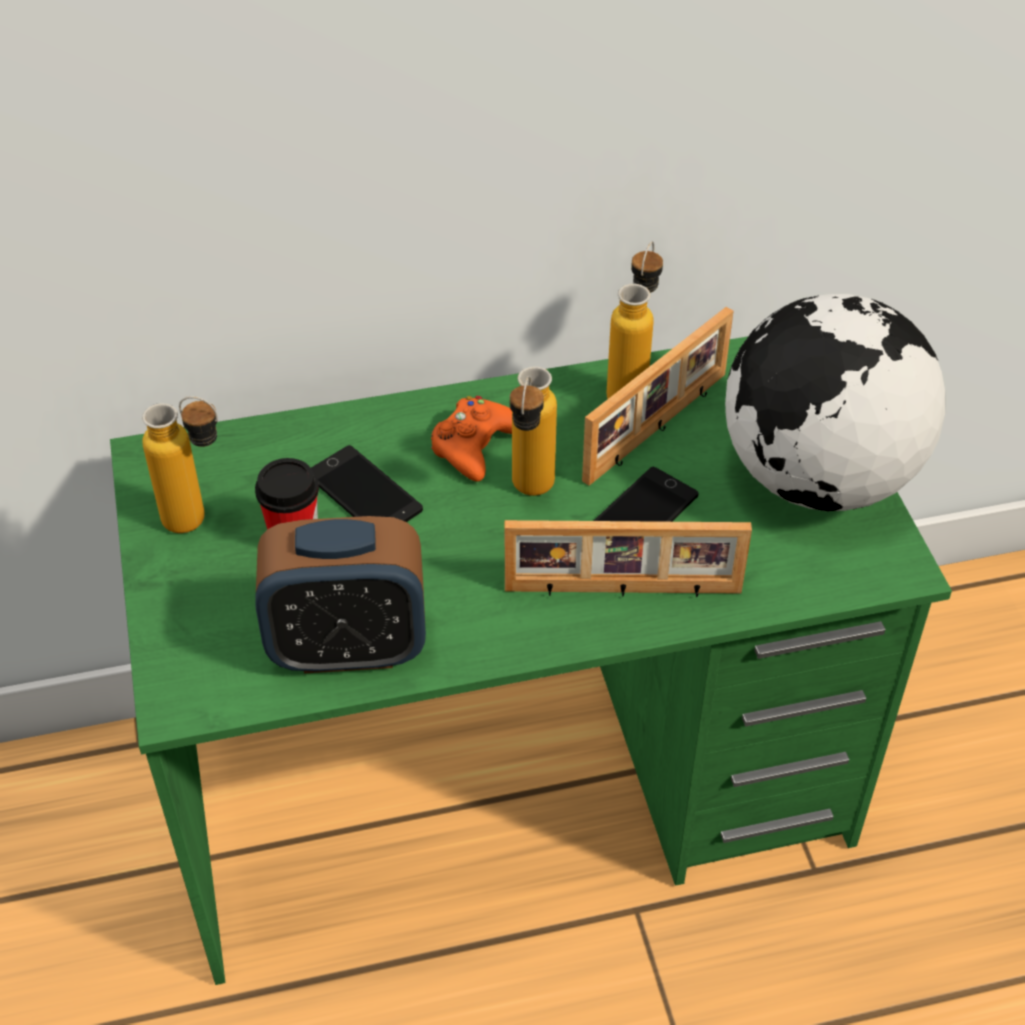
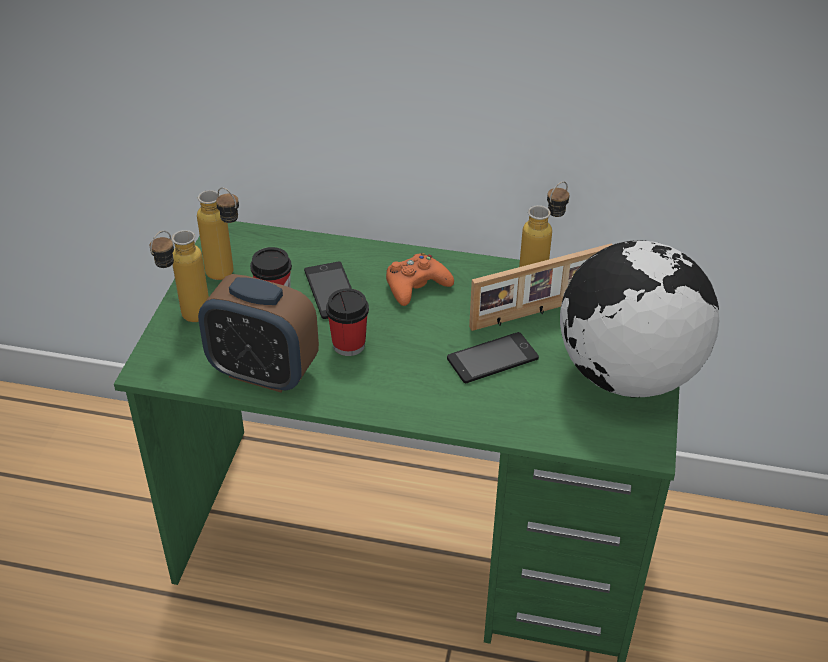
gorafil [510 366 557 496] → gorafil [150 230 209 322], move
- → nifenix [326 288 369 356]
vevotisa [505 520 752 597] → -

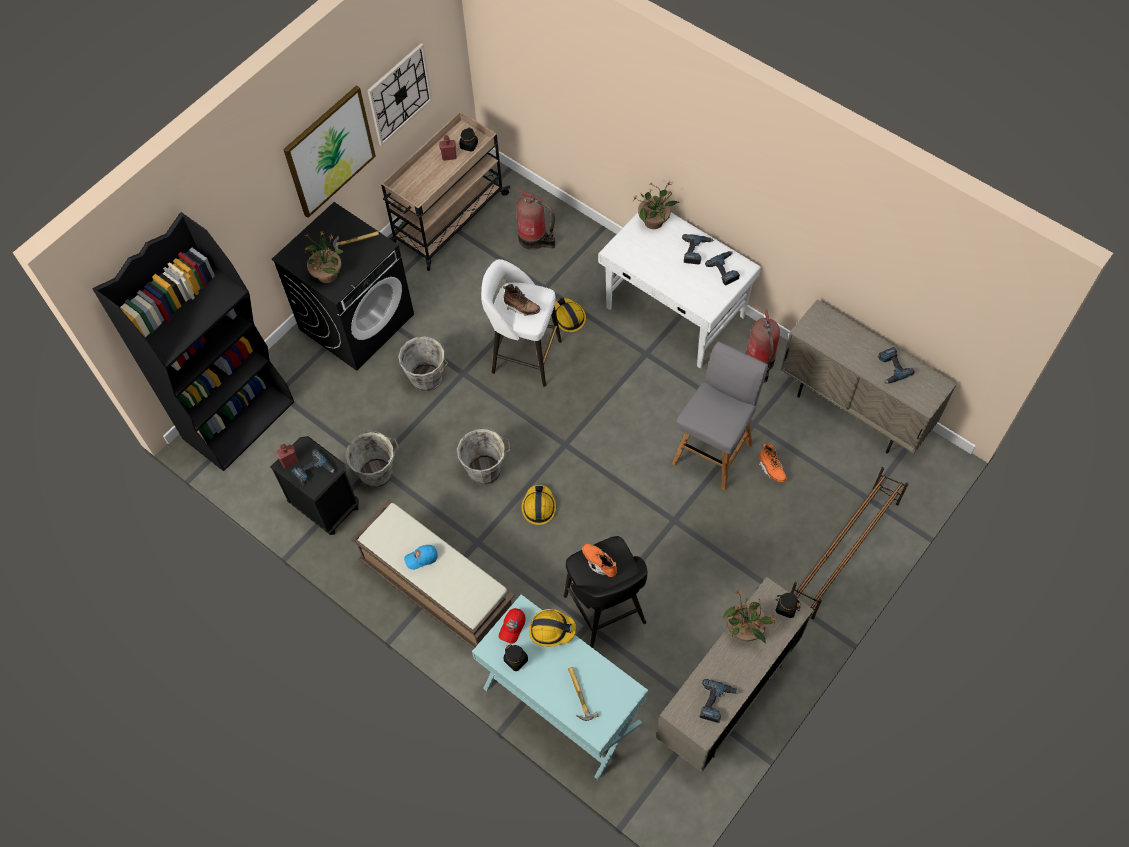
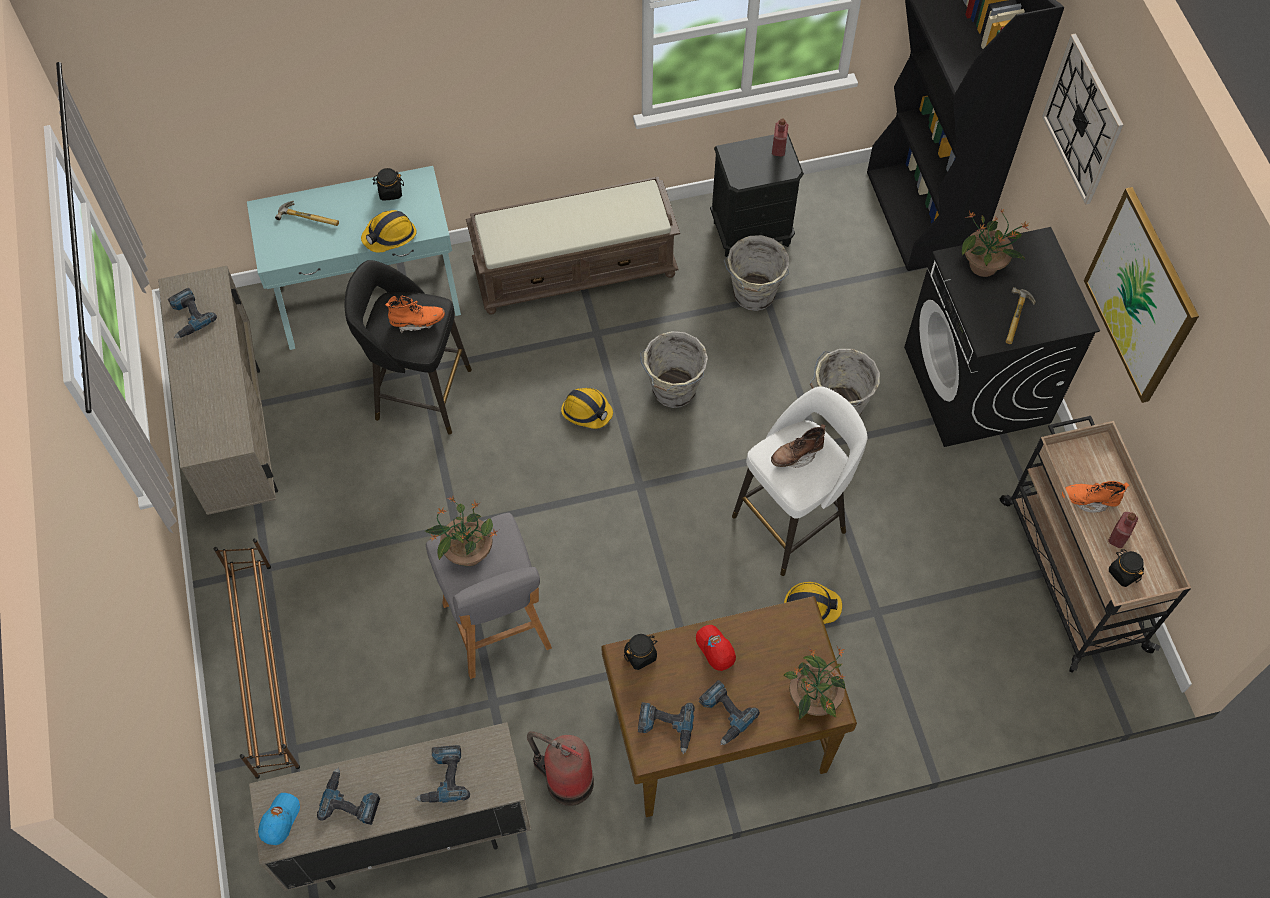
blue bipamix [404 545 438 570] → blue bipamix [258 793 300 845], move
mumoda [291 449 335 486] → mumoda [415 745 470 803], move
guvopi [723 589 776 644] → guvopi [425 497 499 566], move
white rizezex [598 212 761 369] → brown rizezex [601 596 857 817]
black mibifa [776 593 800 618] → black mibifa [624 634 658 670], move
red bipamix [499 608 526 644] → red bipamix [696 625 736 671], move
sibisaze [367 43 432 146] → sibisaze [1042 33 1124 205], move
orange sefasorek [759 444 787 483] → orange sefasorek [1062 481 1130 513], move
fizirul [517 189 555 250] → -

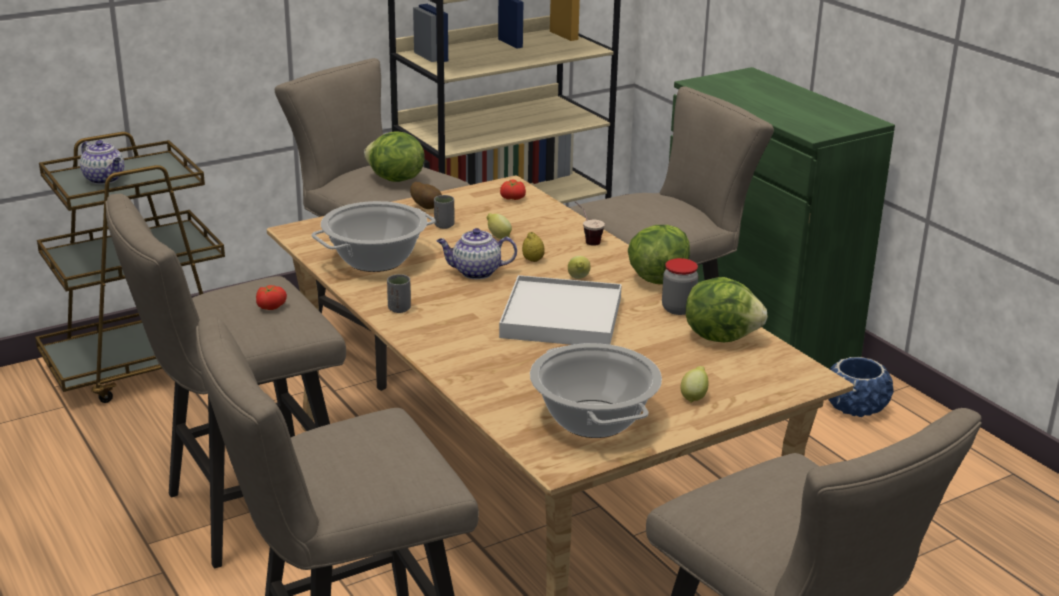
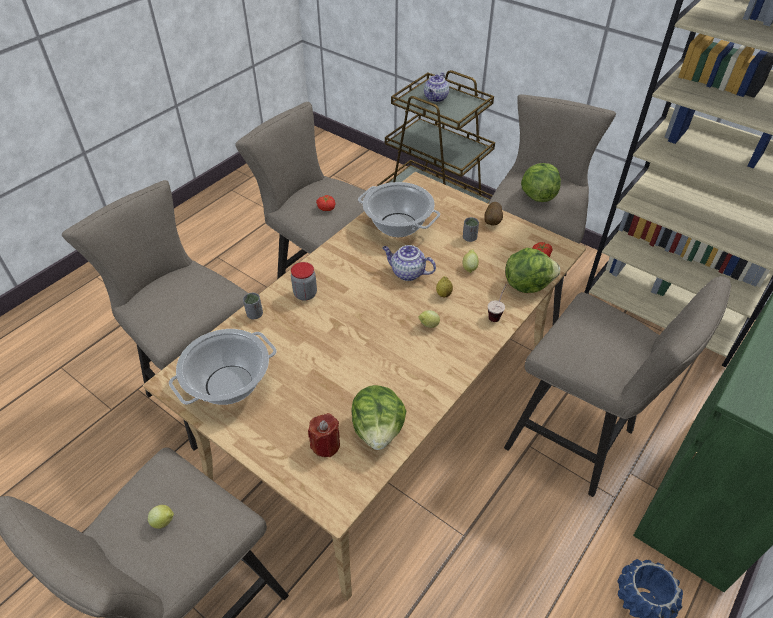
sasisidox [680 366 709 403] → sasisidox [148 505 174 529], move
grey nifenix [387 274 411 313] → grey nifenix [243 293 263 319], move
mibifa [662 258 698 315] → mibifa [291 262 317 301], move
- → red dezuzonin [308 413 340 457]
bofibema [437 228 517 279] → bofibema [382 245 436 281], 45 degrees counterclockwise
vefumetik [628 225 690 284] → vefumetik [505 248 560 293], move
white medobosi [499 275 622 345] → -

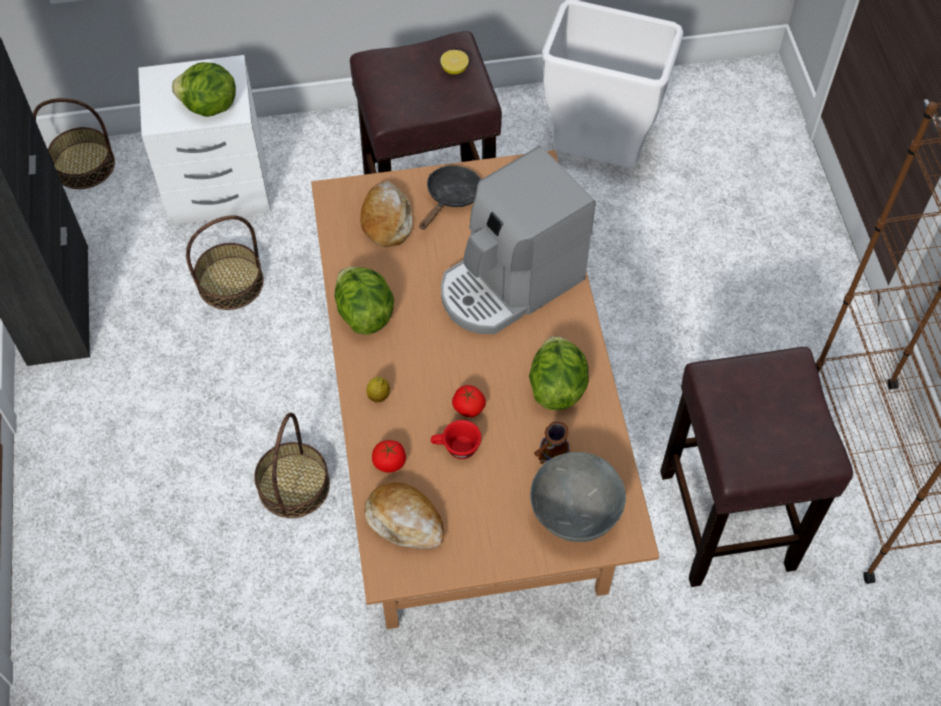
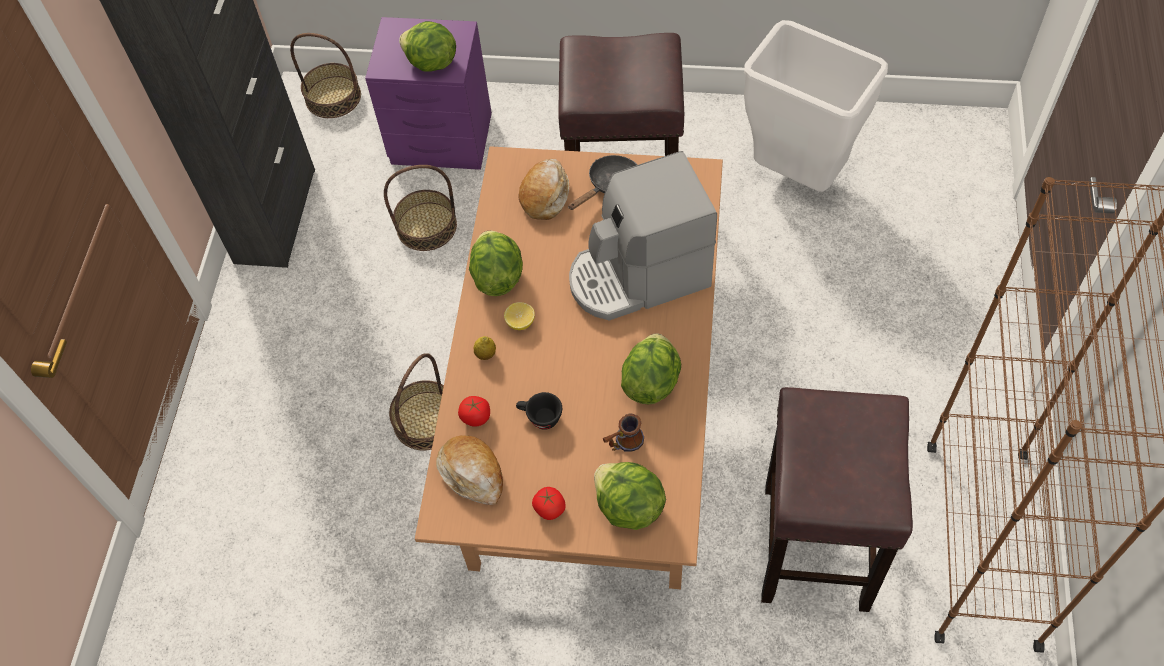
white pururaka [138 55 271 225] → purple pururaka [365 17 492 170]
sasisidox [440 50 469 74] → sasisidox [504 302 535 330], move
red nifenix [431 420 481 459] → black nifenix [516 392 562 430]
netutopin [452 385 486 417] → netutopin [532 487 566 520], move
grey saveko [530 452 626 542] → vefumetik [594 462 666 530]

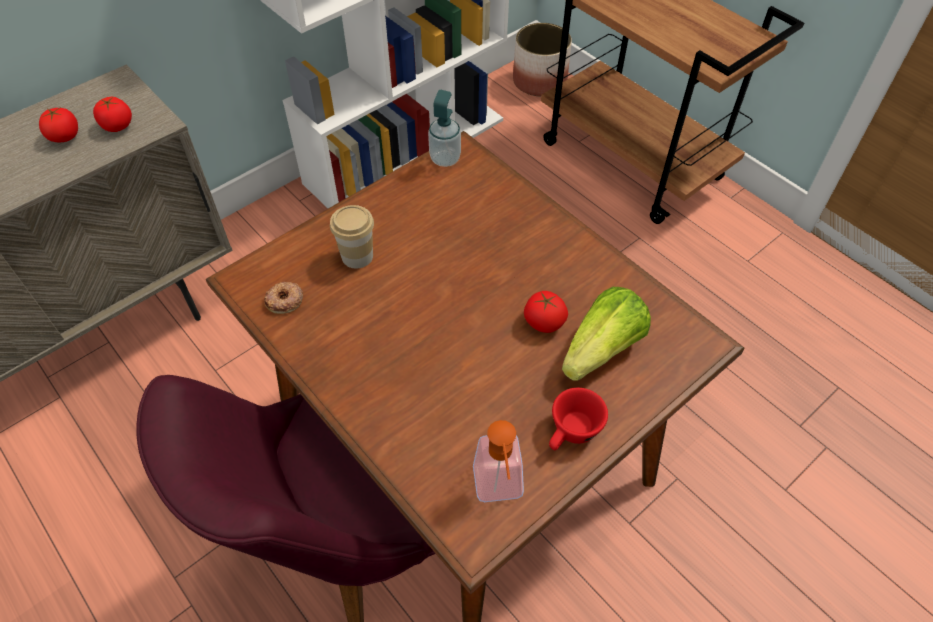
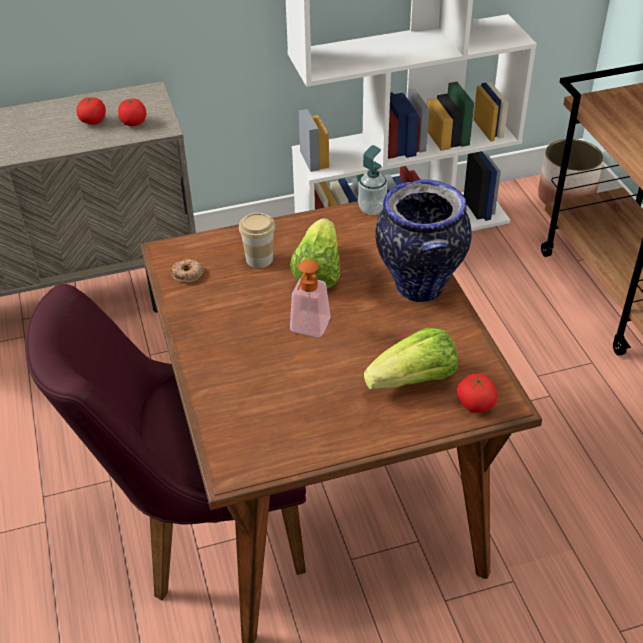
- → vefumetik [290 218 340 289]
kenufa [473 420 524 502] → kenufa [290 260 331 337], move
- → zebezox [375 180 472 302]
netutopin [524 291 568 333] → netutopin [457 374 497 413], move
red nifenix [549 388 608 450] → -

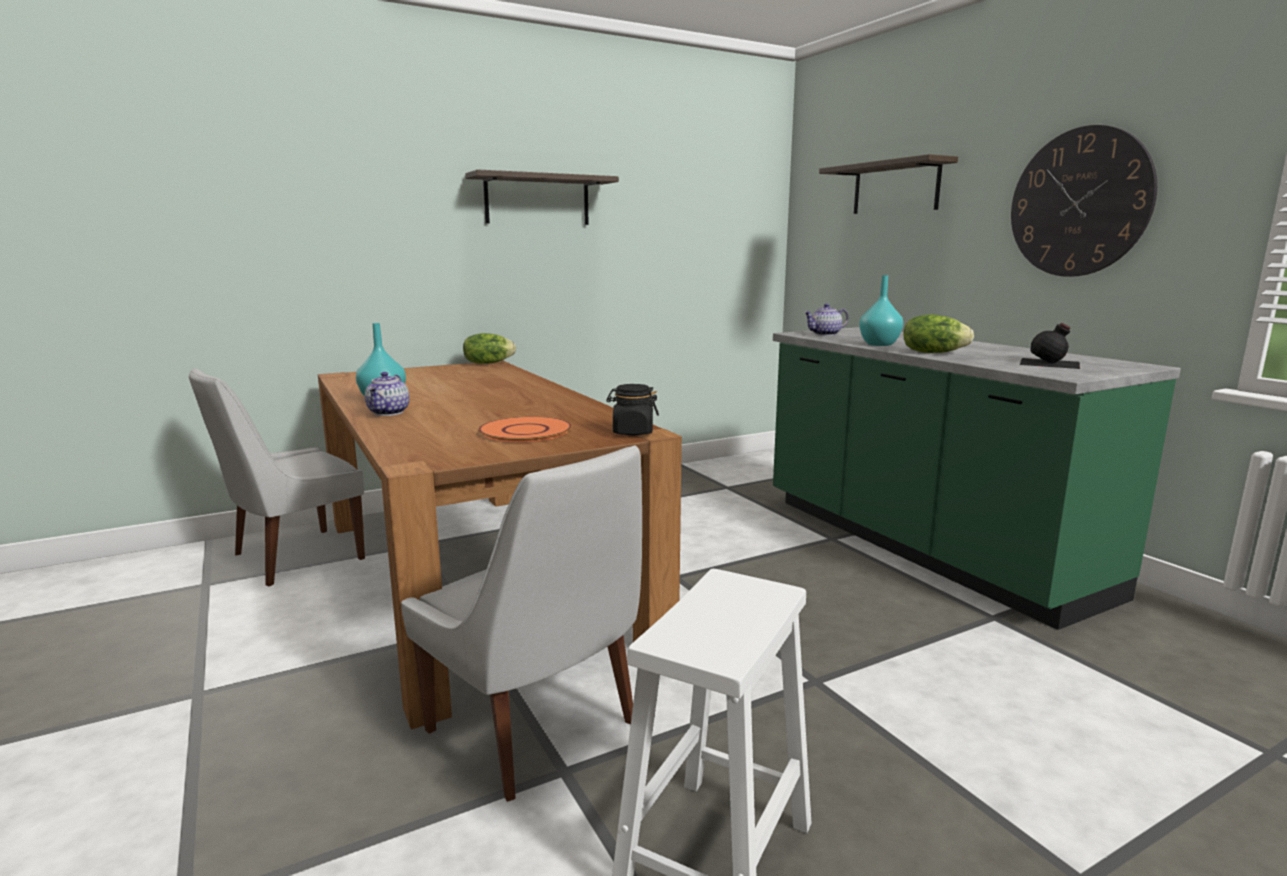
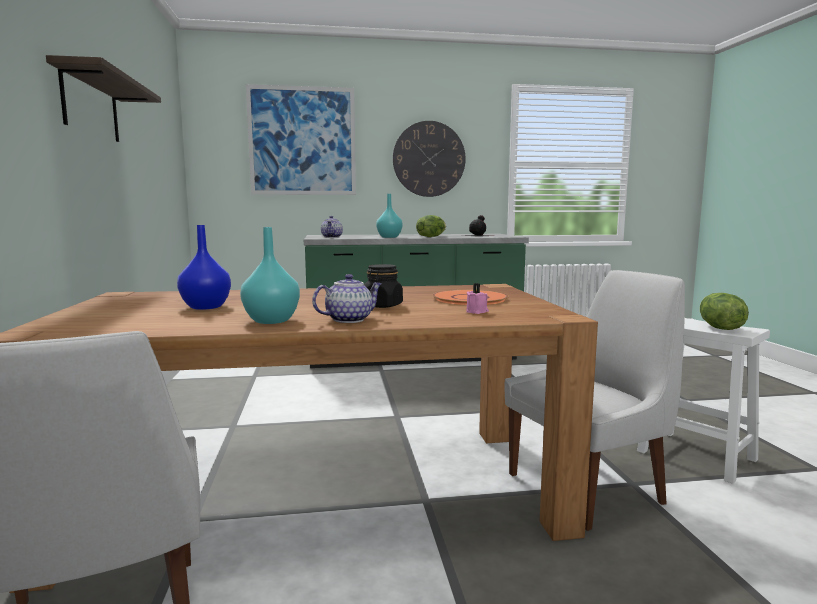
- → blue zebezox [177 225 231 310]
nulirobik [819 154 958 214] → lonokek [246 84 356 195]
bofibema [365 372 409 416] → bofibema [312 274 382 323], 60 degrees counterclockwise
black mibifa [606 384 659 435] → black mibifa [364 264 403 308], move
- → pink dezuzonin [466 283 489 314]
vefumetik [463 333 516 364] → vefumetik [700 293 749 330], move

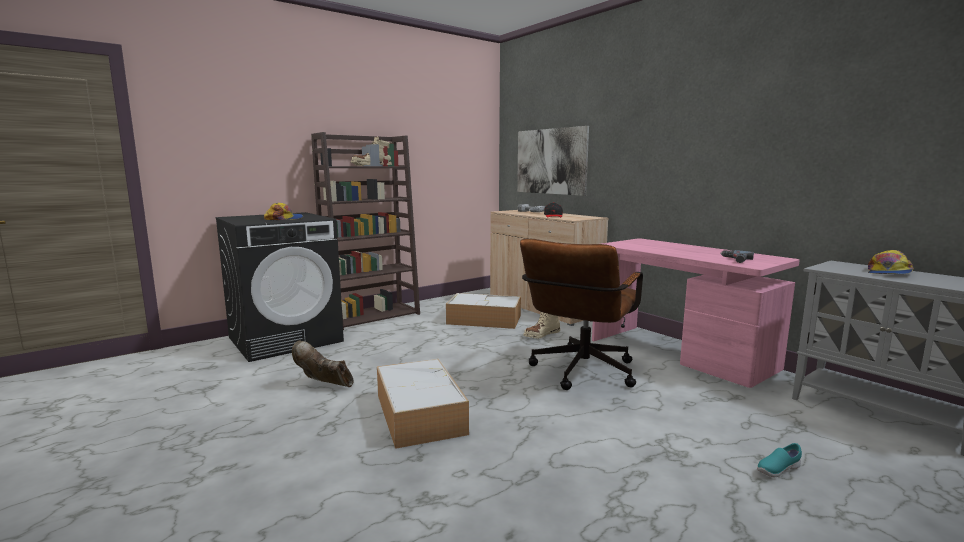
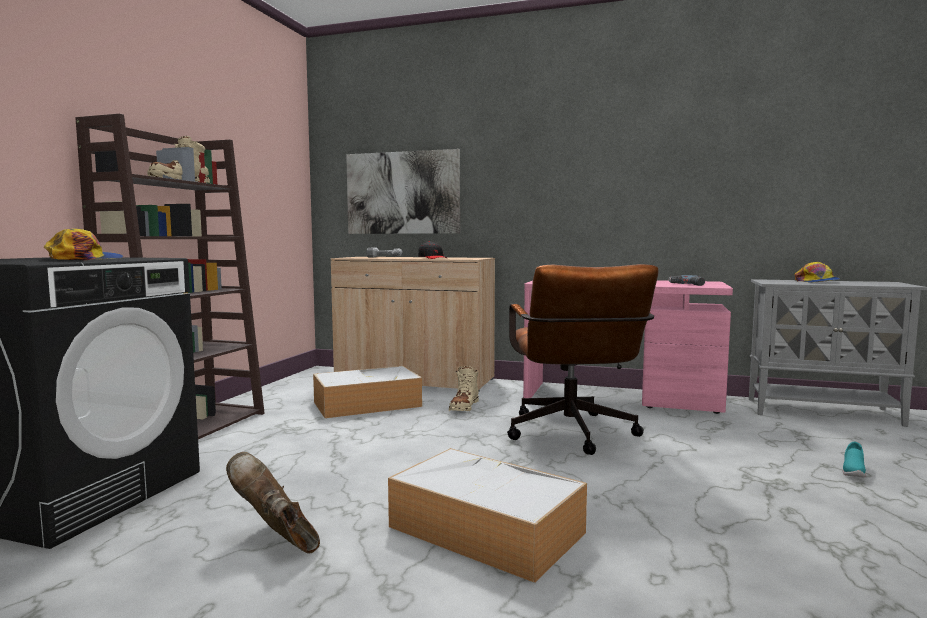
brown sefasorek [292 341 354 387] → brown sefasorek [226 452 320 553], 60 degrees clockwise

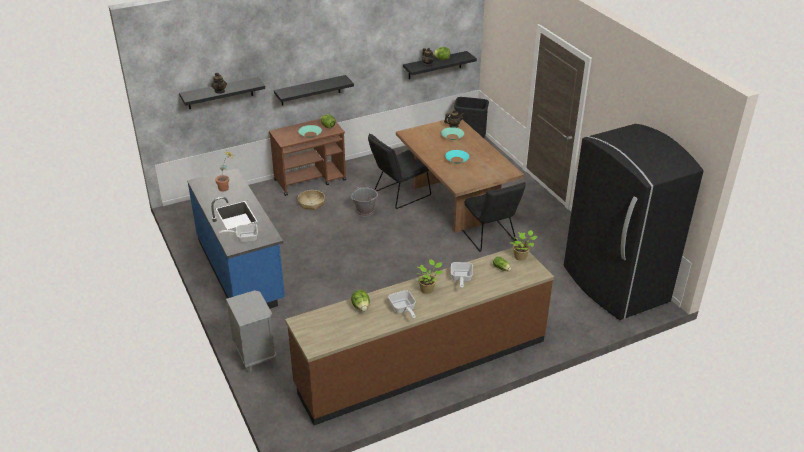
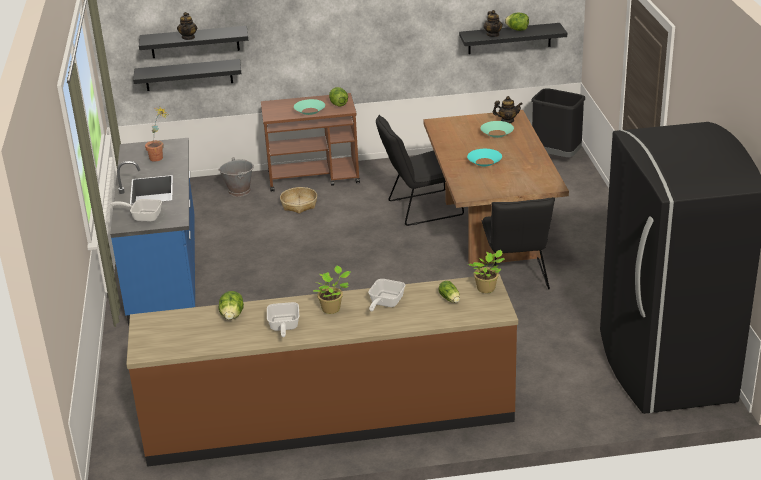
black nulirobik [274 75 354 106] → black nulirobik [133 59 241 91], move
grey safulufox [351 187 378 217] → grey safulufox [218 157 254 197], move
grey pururaka [226 290 277 372] → -

